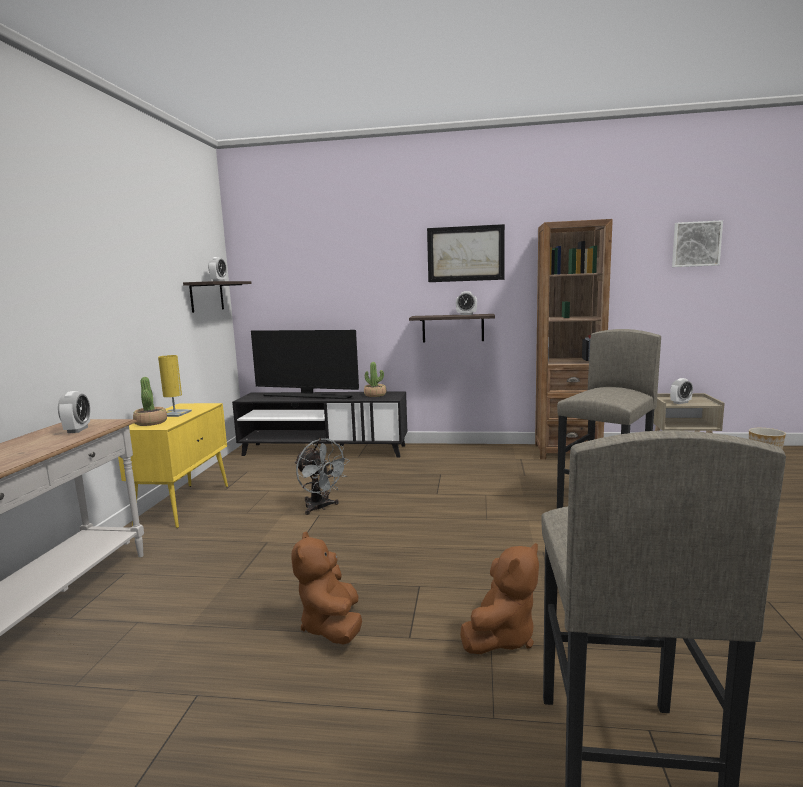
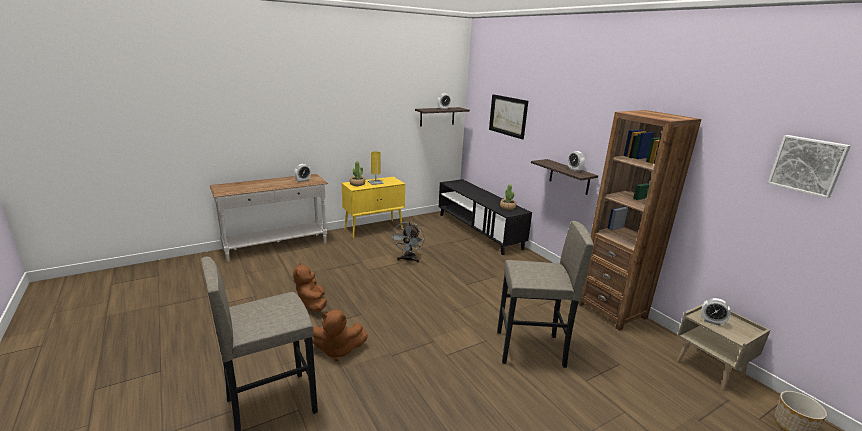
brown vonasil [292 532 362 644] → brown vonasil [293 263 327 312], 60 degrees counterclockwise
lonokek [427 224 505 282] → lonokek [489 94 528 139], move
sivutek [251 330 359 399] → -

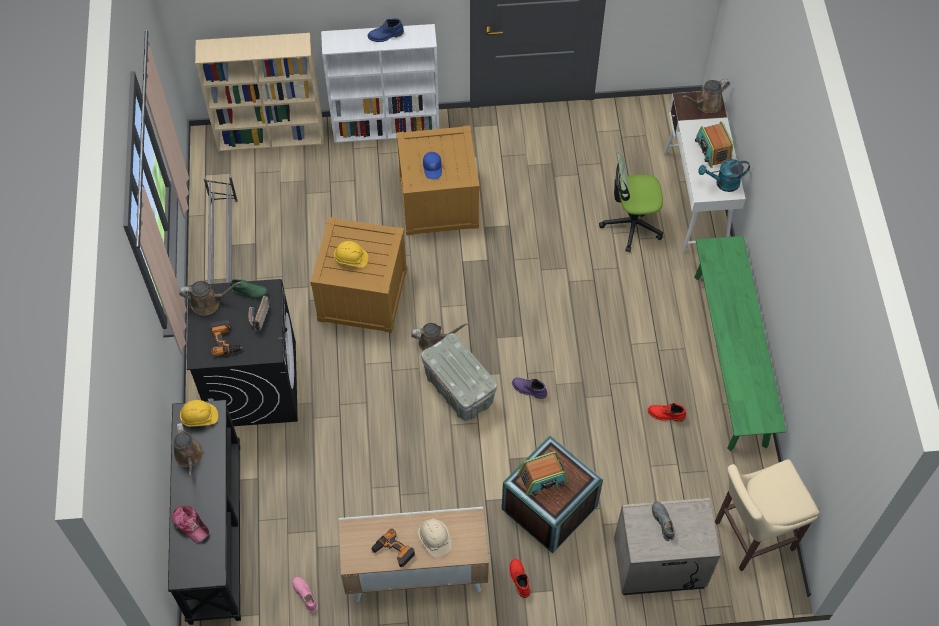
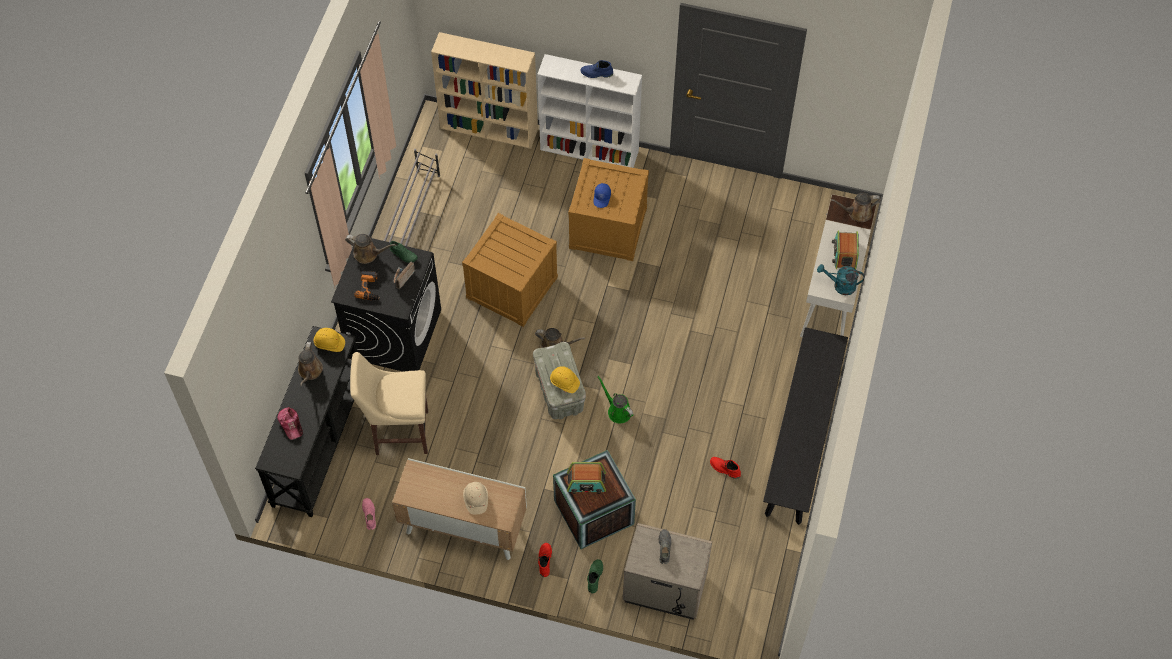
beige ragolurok [715 459 819 571] → beige ragolurok [350 352 428 455], move
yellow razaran [334 241 368 267] → yellow razaran [550 366 580 393], move
- → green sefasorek [587 559 603 593]
purple sefasorek [512 378 547 399] → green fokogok [597 375 634 423]
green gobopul [694 236 786 451] → black gobopul [763 327 848 525]
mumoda [371 528 415 567] → -
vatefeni [599 152 663 252] → -

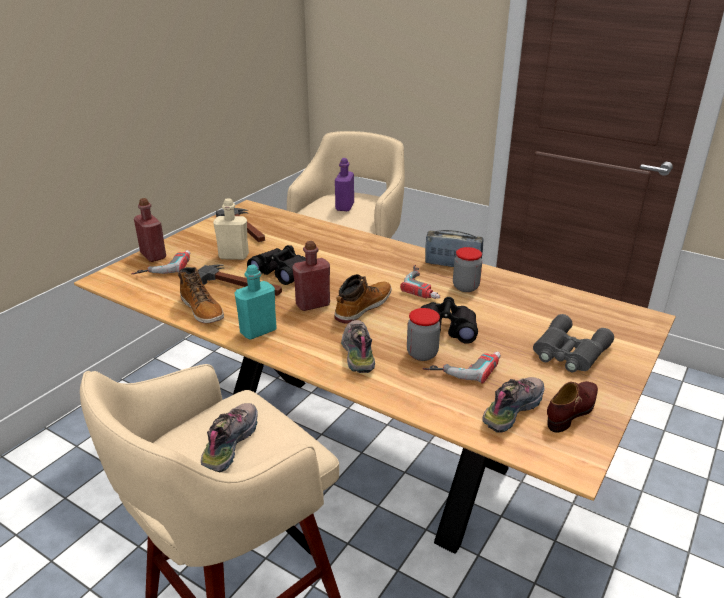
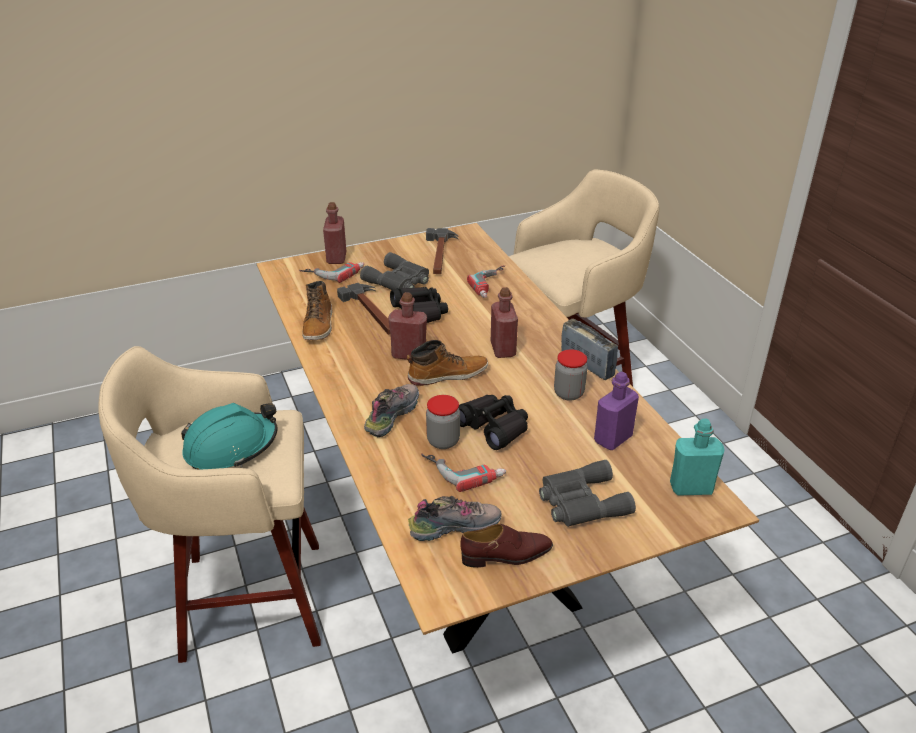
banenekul [201 403 258 472] → turquoise razaran [181 403 277 469]
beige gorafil [213 199 249 260] → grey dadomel [360 252 429 290]
mumoda [400 265 440 299] → mumoda [467 265 505 298], move
- → red gorafil [491 287 518 358]
purple gorafil [335 158 354 211] → purple gorafil [594 371 639 450], move
turquoise gorafil [234 265 277 340] → turquoise gorafil [670 419 725 496], move

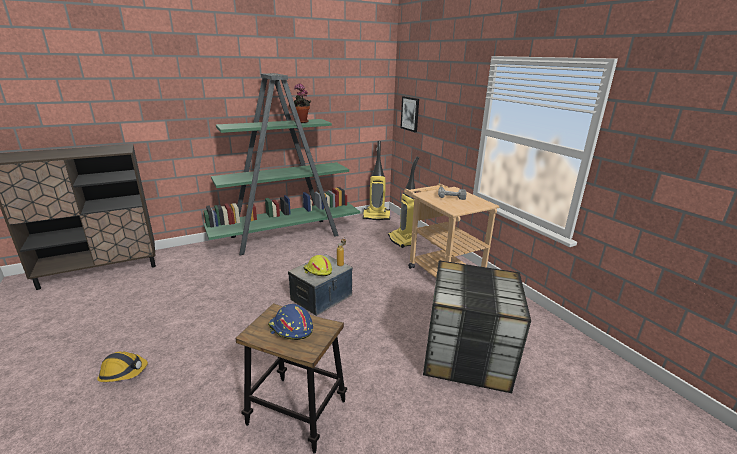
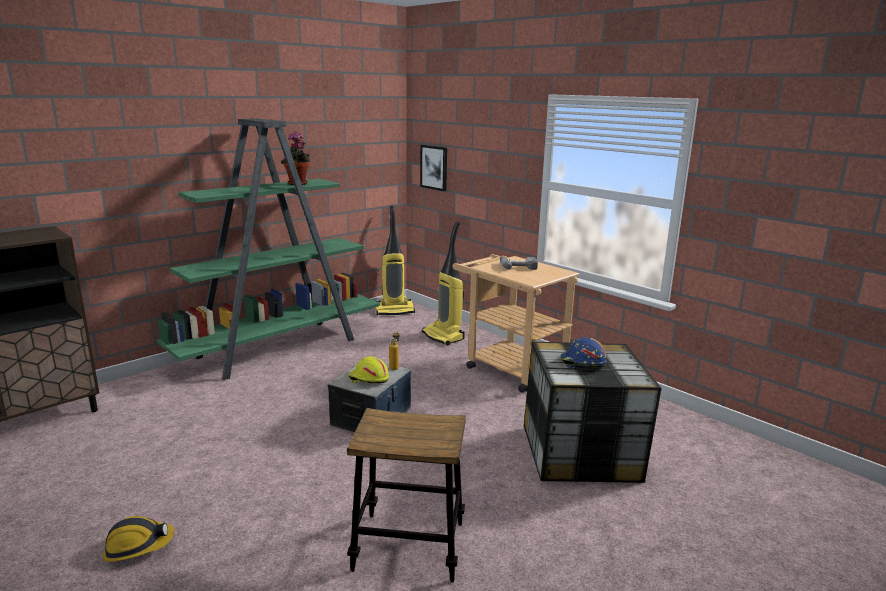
blue razaran [268 304 313 340] → blue razaran [560 337 607 368], move

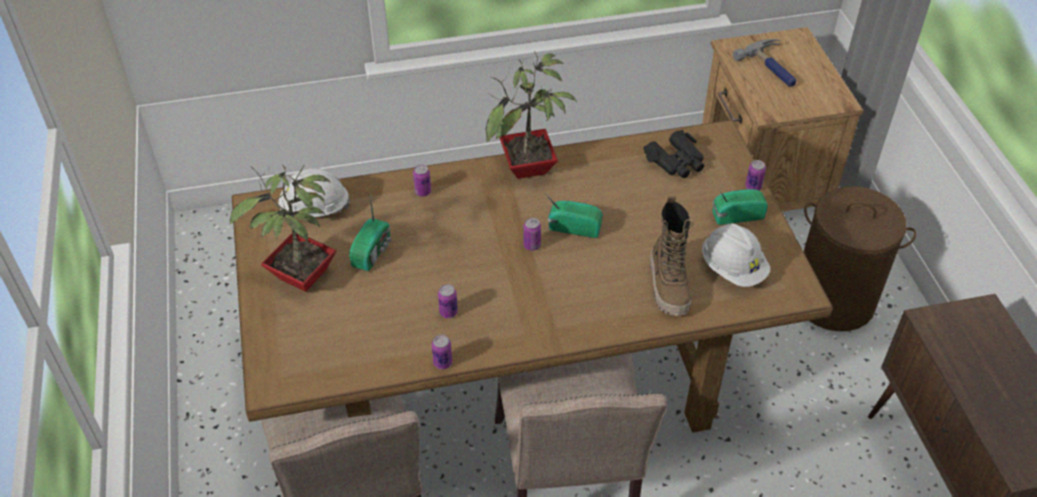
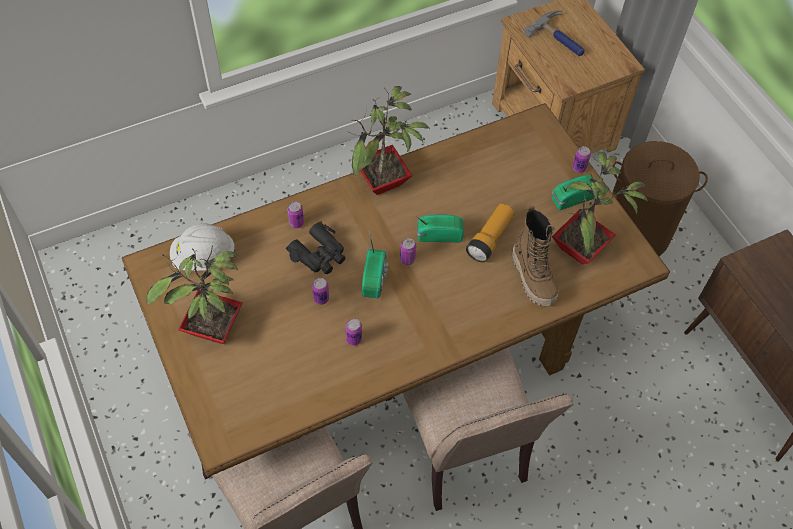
black dadomel [643 130 705 178] → black dadomel [286 221 346 274], move
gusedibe [432 335 452 369] → gusedibe [312 278 329 305], move
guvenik [349 195 392 271] → guvenik [362 232 389 298], move
- → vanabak [466 203 514 263]
white razaran [702 223 770 287] → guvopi [552 152 648 265]

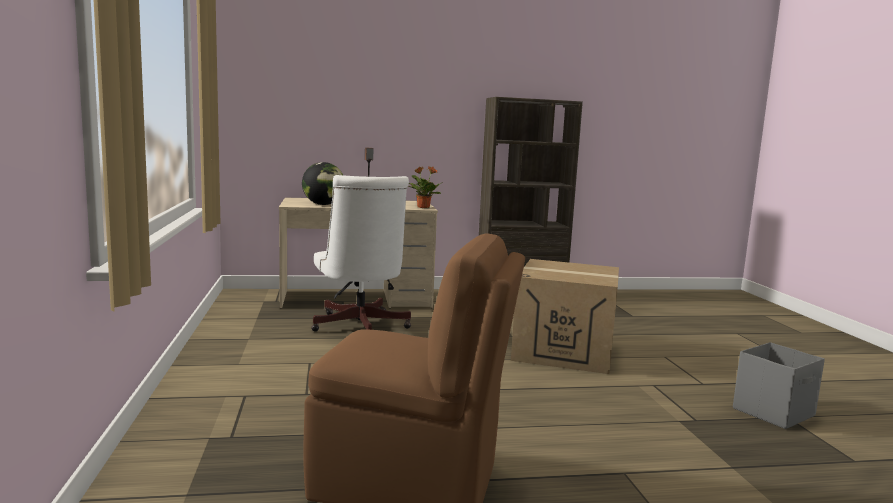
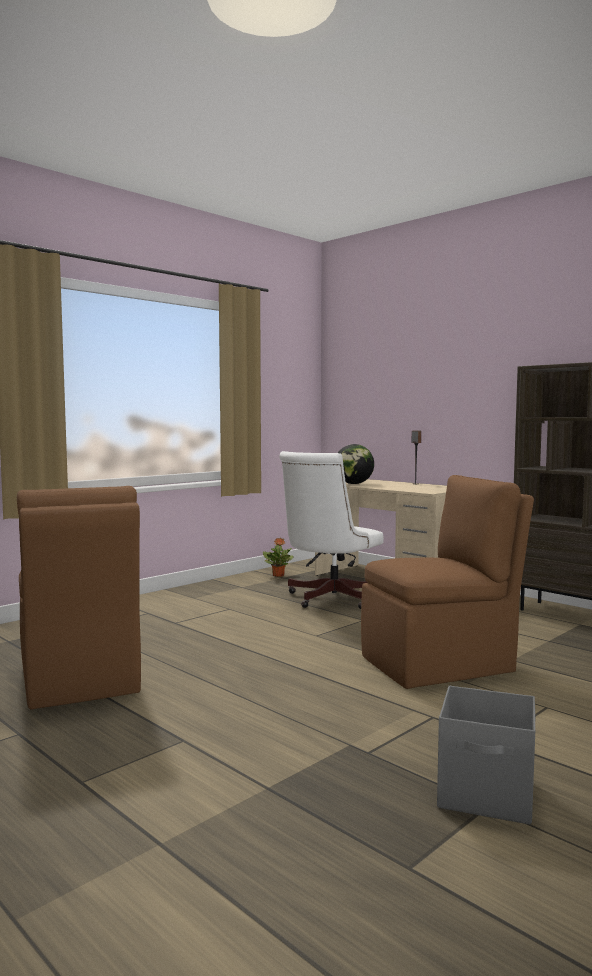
guvopi [409 166 443 208] → guvopi [263 538 294 577], move
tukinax [511 259 619 374] → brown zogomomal [361 475 534 689]

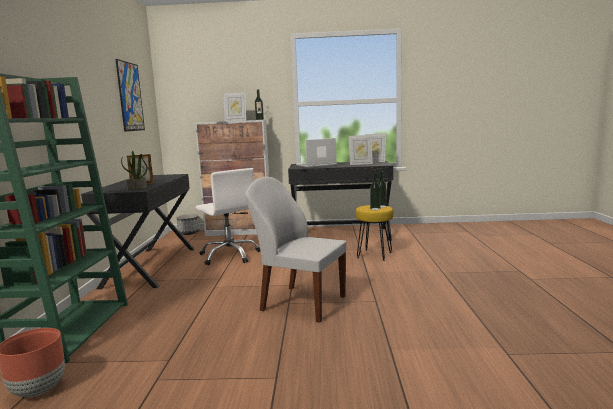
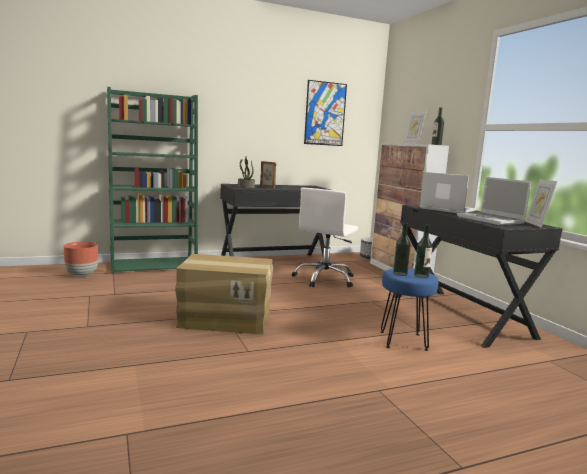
white zogomomal [245 177 346 323] → tukinax [175 254 273 334]
yellow ragolurok [355 205 394 261] → blue ragolurok [381 269 438 351]
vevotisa [348 135 373 165] → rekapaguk [457 177 531 225]

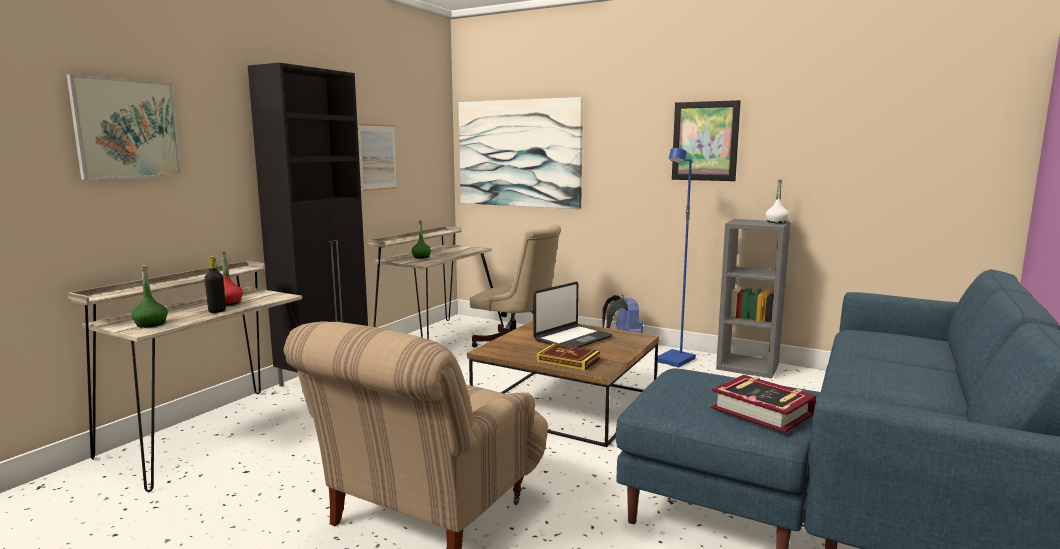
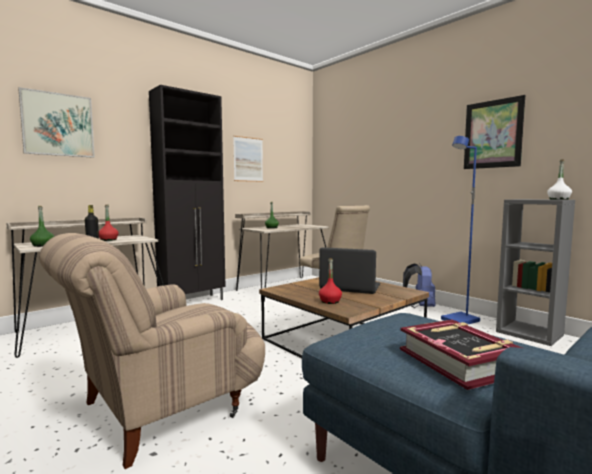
rekapaguk [533 282 612 348] → rekapaguk [319 247 380 294], 135 degrees counterclockwise
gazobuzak [537 343 600 371] → red gorafil [319 258 342 304]
lonokek [459 97 583 209] → -

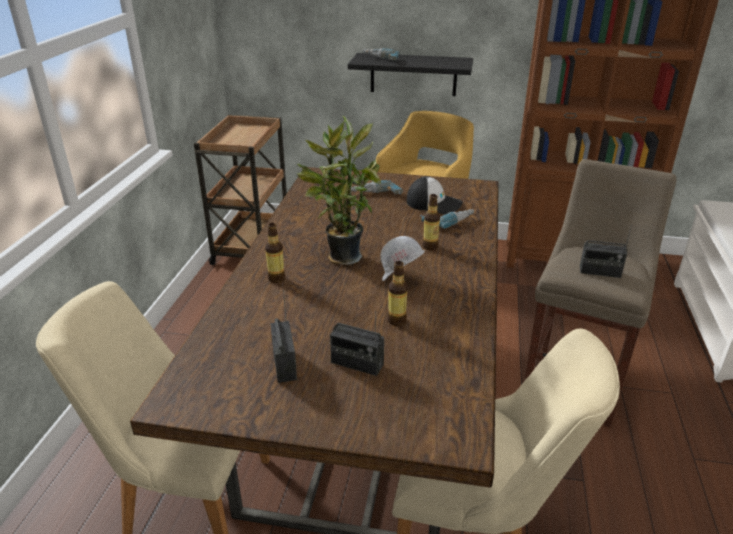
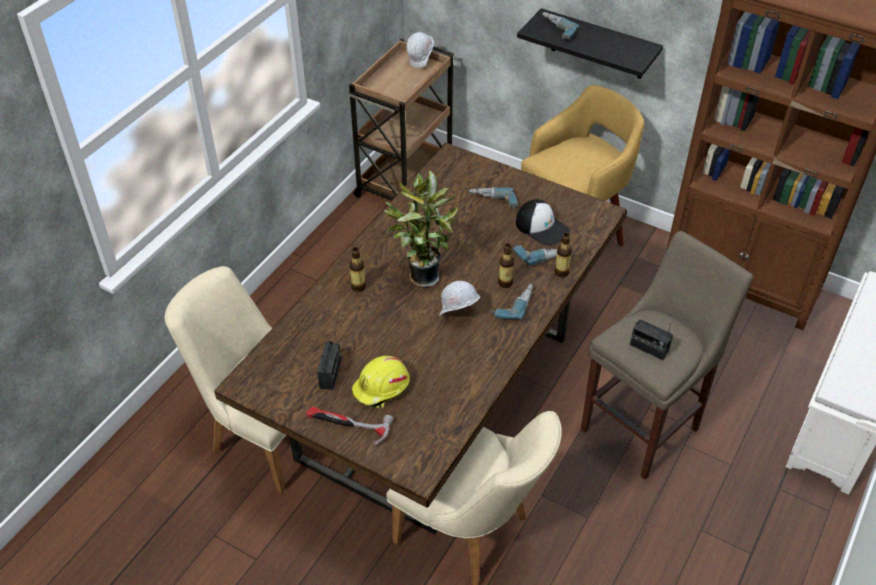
- → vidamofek [306 407 394 445]
guvenik [330 311 384 376] → yellow razaran [351 356 410 409]
- → white razaran [406 32 434 68]
- → mumoda [490 284 533 320]
gorafil [387 261 408 326] → gorafil [555 233 572 277], move

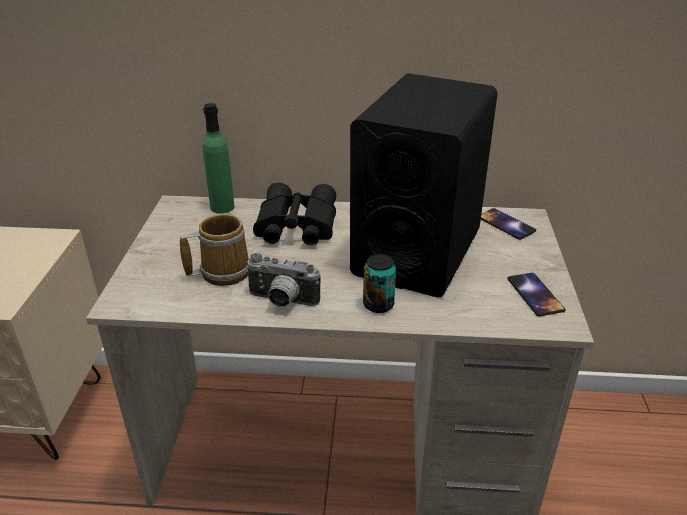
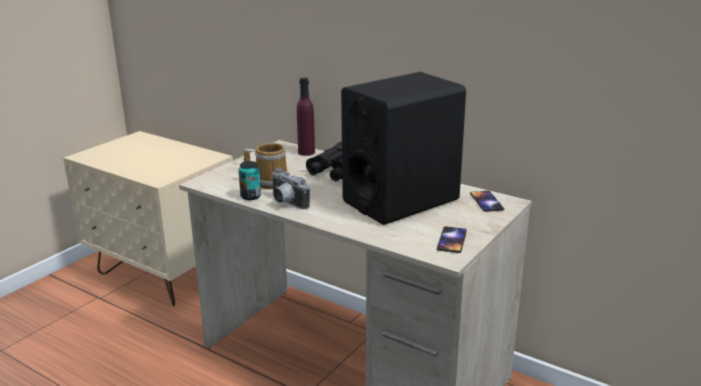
gusedibe [363 254 396 313] → gusedibe [239 161 261 200], move
green gorafil [203 103 234 214] → purple gorafil [297 78 315 156]

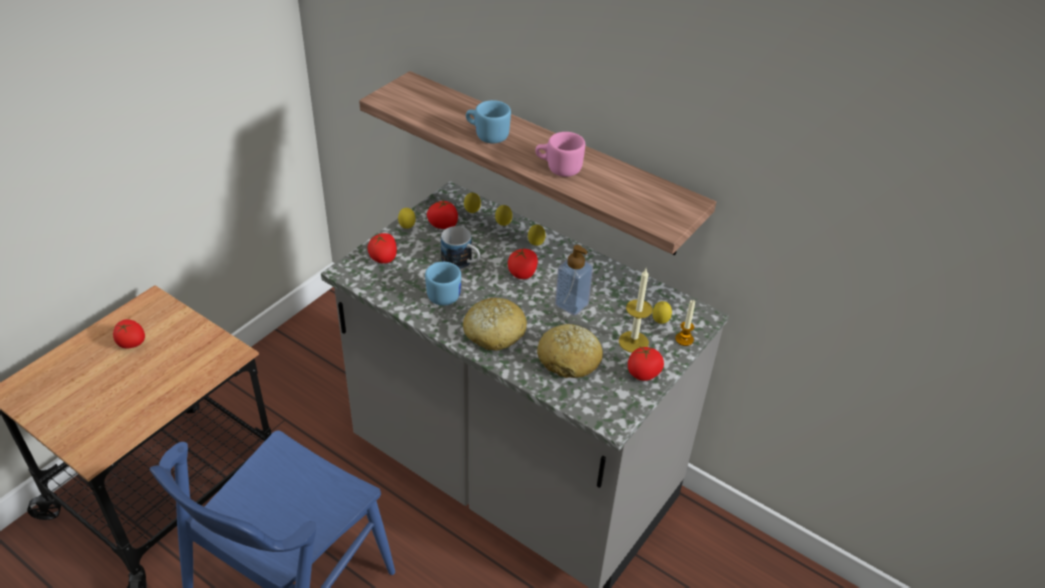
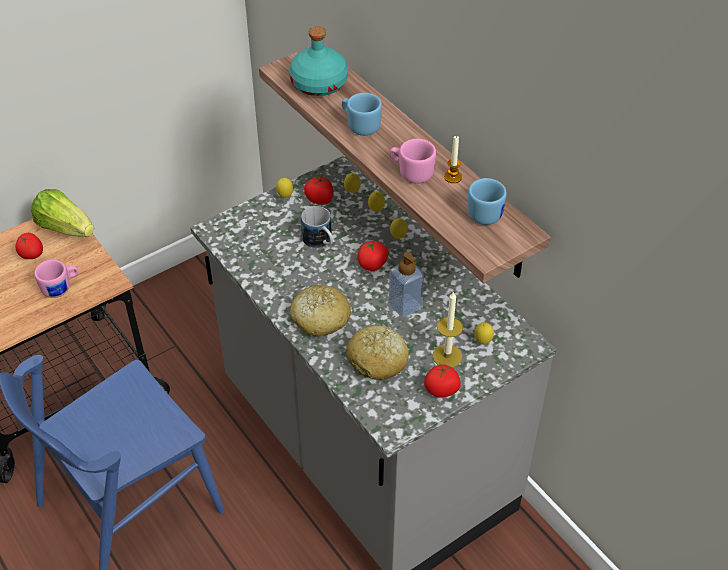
- → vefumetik [31 189 94 237]
- → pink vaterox [34 260 78 298]
- → turquoise gorafil [289 26 348 96]
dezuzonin [675 300 695 346] → dezuzonin [444 136 462 183], move
blue vaterox [425 262 461 306] → blue vaterox [468 178 507 225], move
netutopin [367 233 397 264] → -

